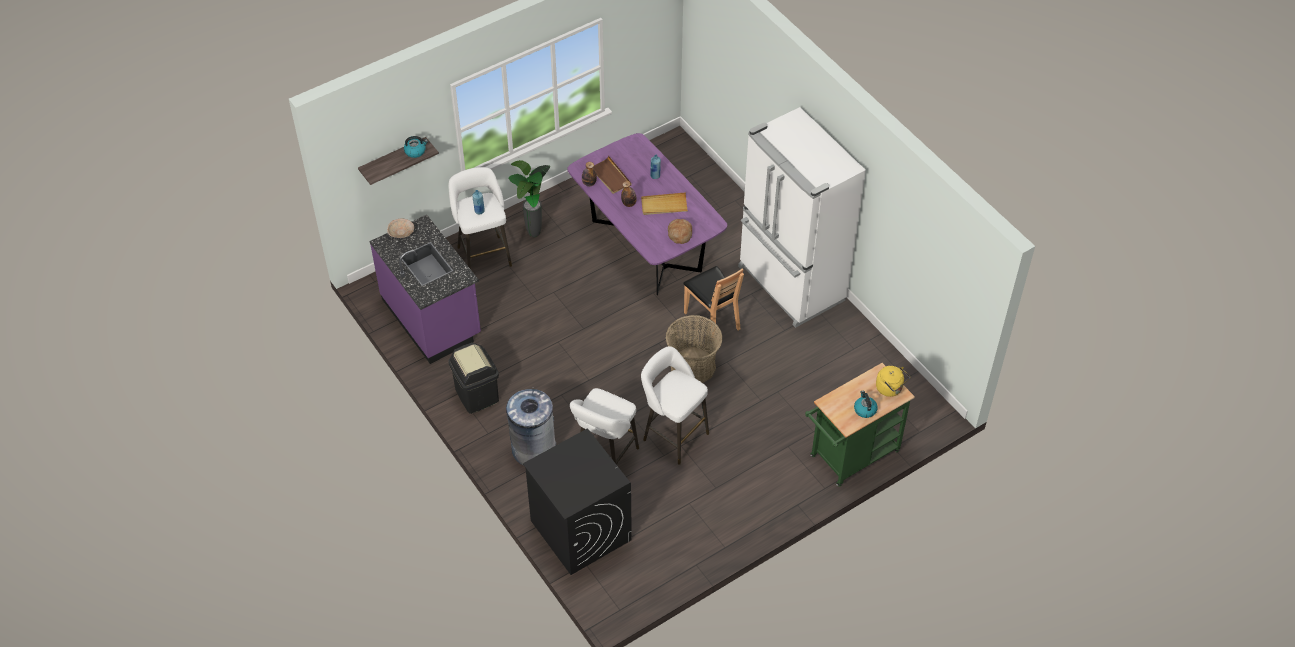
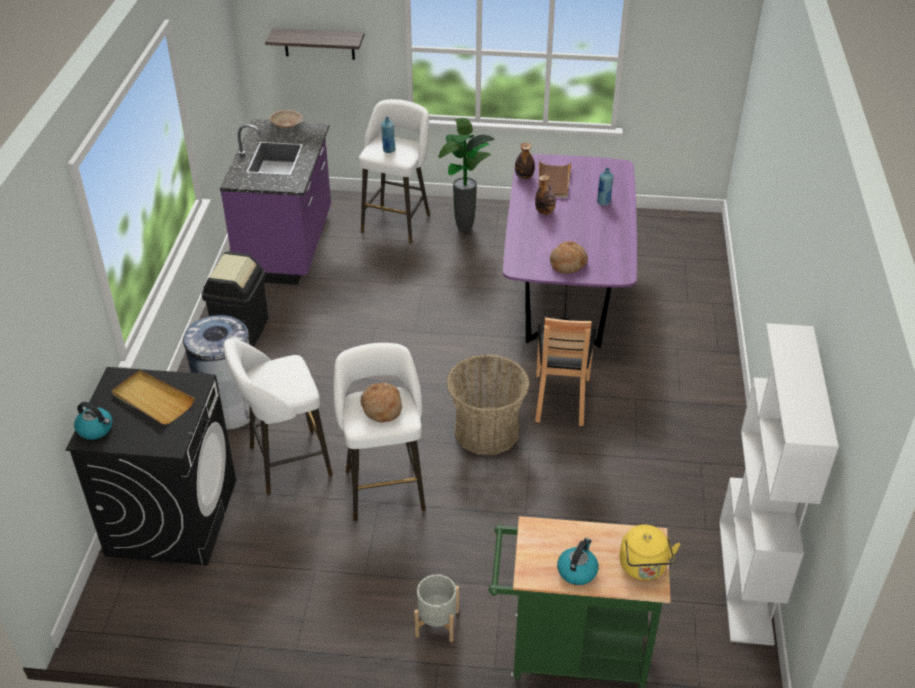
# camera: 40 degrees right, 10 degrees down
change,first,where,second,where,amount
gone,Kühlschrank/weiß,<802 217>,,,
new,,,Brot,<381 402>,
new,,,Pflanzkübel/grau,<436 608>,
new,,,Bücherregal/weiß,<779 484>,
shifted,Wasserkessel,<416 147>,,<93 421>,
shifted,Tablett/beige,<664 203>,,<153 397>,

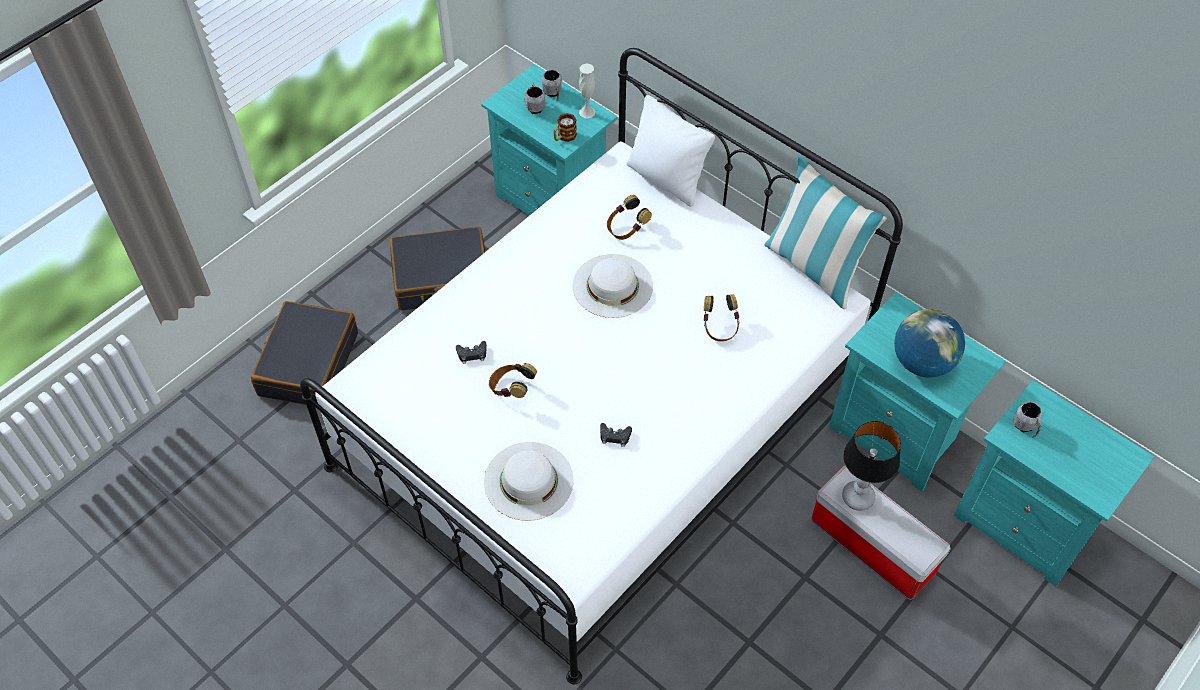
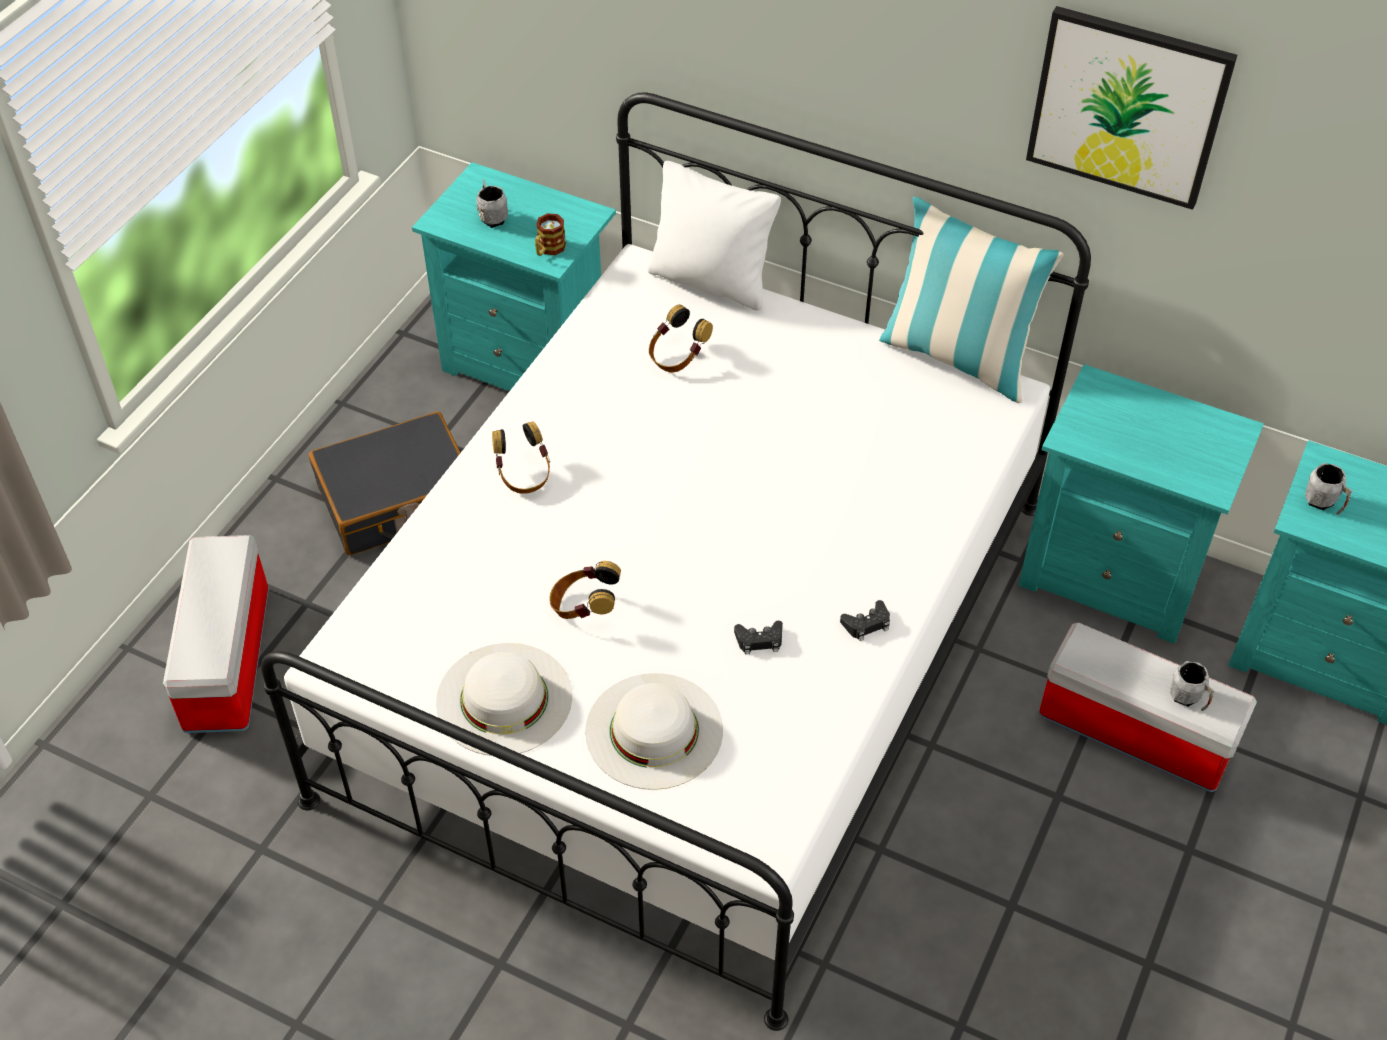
# camera: 15 degrees left, 5 degrees down
change,first,where,second,where,amount
gone,Vase/weiß,<587 90>,,,
gone,Tischlampe,<871 466>,,,
gone,Globus,<929 343>,,,
new,,,Bild,<1131 108>,
shifted,Gamepad/schwarz,<471 352>,,<865 620>,
shifted,Henkelbecher/grau,<552 85>,,<1192 686>,
shifted,Hut/weiß,<613 286>,,<504 699>,
shifted,Kopfhörer,<722 317>,,<521 457>,
swapped,Koffer/schwarz,<304 353>,Aufbewahrungsbox,<216 634>,

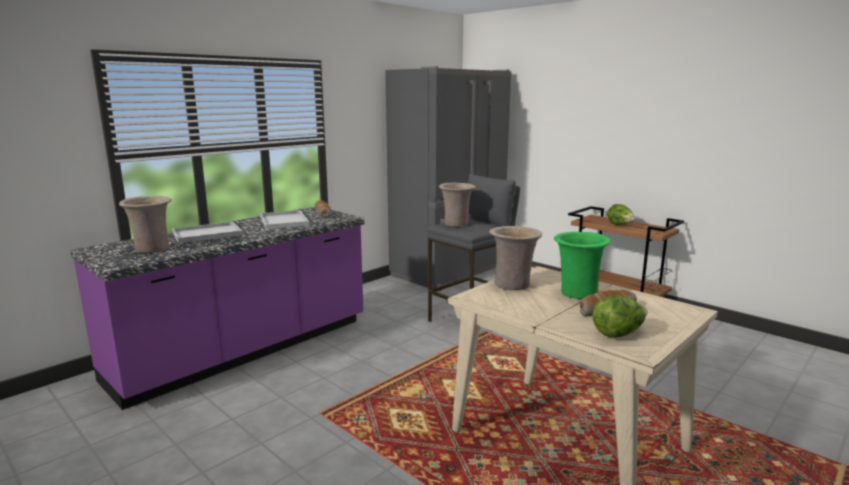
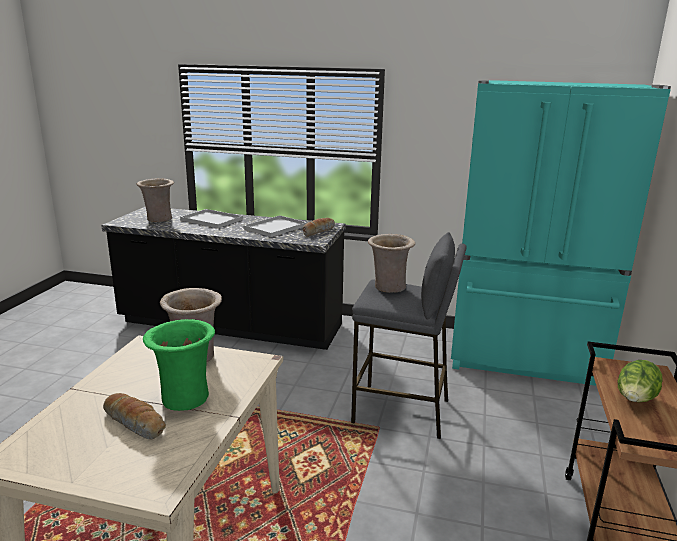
# camera: 60 degrees right, 5 degrees up
change,first,where,second,where,amount
gone,Salatkopf,<619 316>,,,
repainted,Küchenzeile/lila,<217 308>,Küchenzeile/schwarz,<223 278>,
repainted,Kühlschrank/grau,<448 178>,Kühlschrank/türkis,<561 233>,

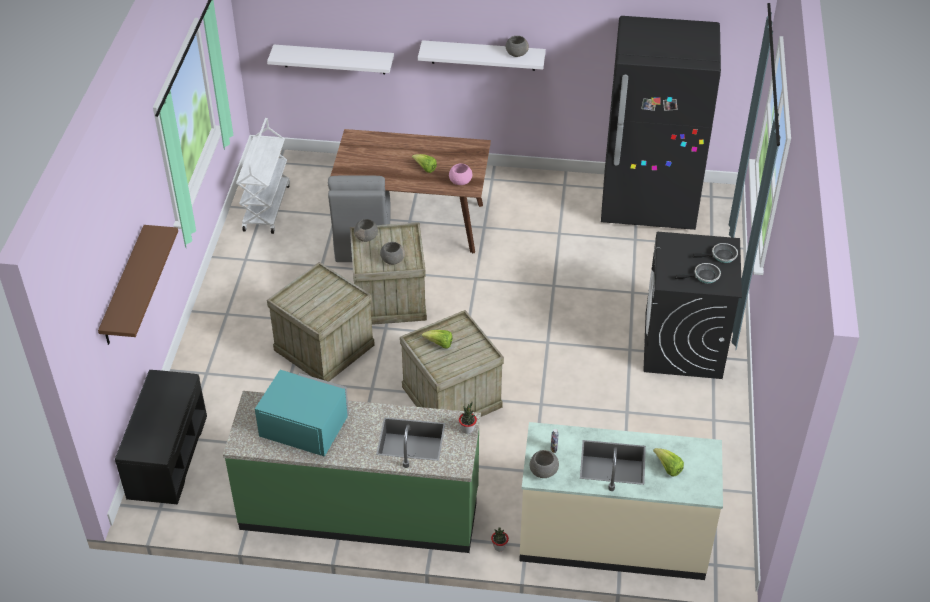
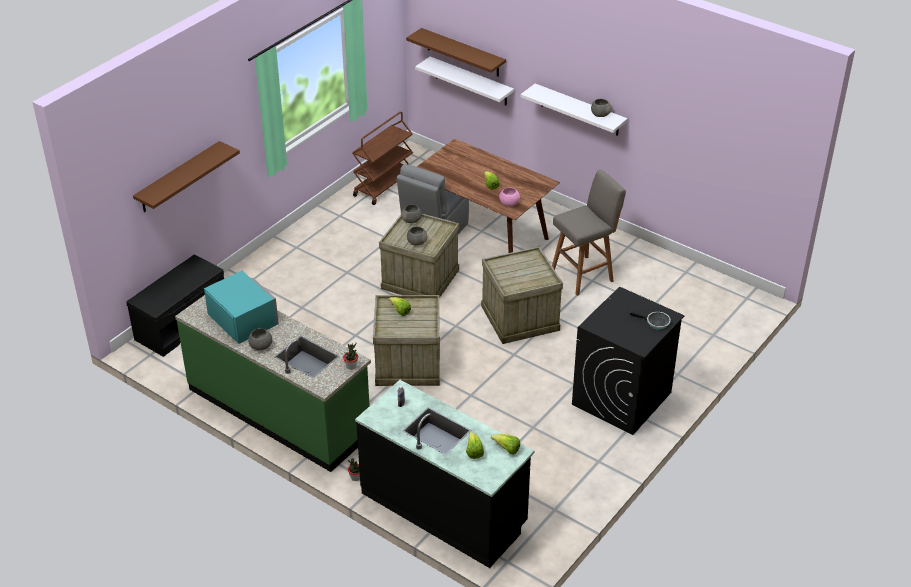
# camera: 30 degrees right, 5 degrees down
change,first,where,second,where,amount
gone,Kühlschrank/schwarz,<661 123>,,,
gone,Pfanne,<698 273>,,,
new,,,Wandregal/braun,<456 52>,
new,,,Salatkopf,<505 444>,
new,,,Hocker/grau,<589 233>,
shifted,Kiste,<321 322>,,<522 295>,
shifted,Schüssel/grau,<544 464>,,<260 339>,
repainted,Rollwagen/weiß,<263 176>,Rollwagen/braun,<382 158>,
repainted,Küchenzeile/beige,<621 501>,Küchenzeile/schwarz,<445 474>,

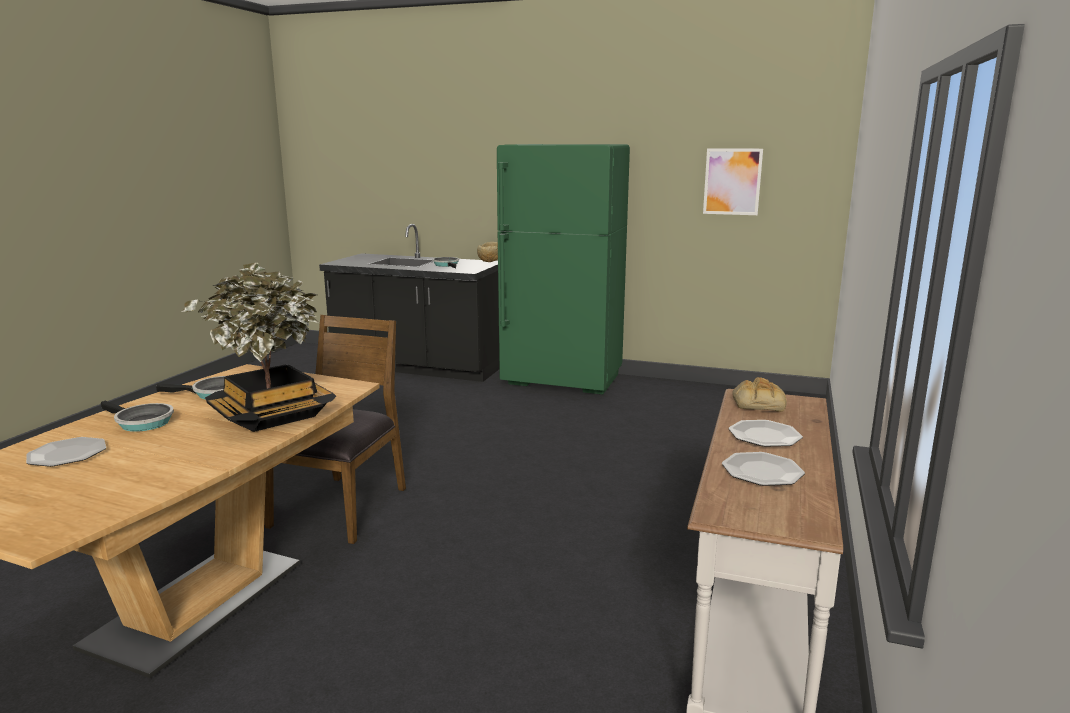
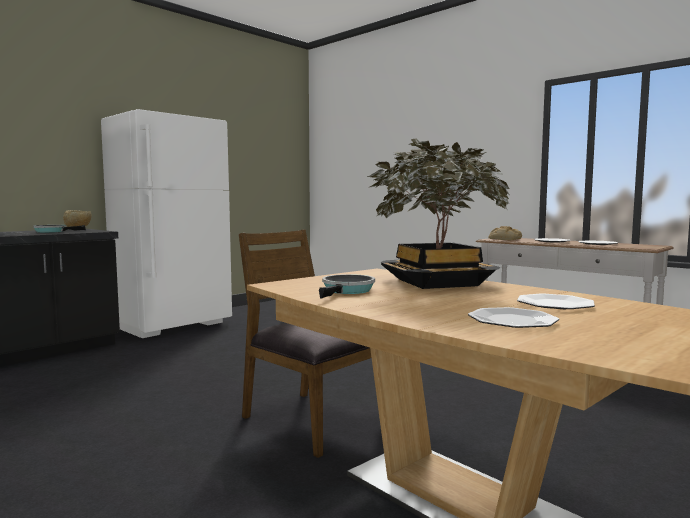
# camera: 65 degrees left, 10 degrees down
change,first,where,second,where,amount
gone,Pfanne,<137 416>,,,
gone,Bild,<733 181>,,,
new,,,Teller,<556 301>,
repainted,Kühlschrank/grün,<563 269>,Kühlschrank/weiß,<166 223>,

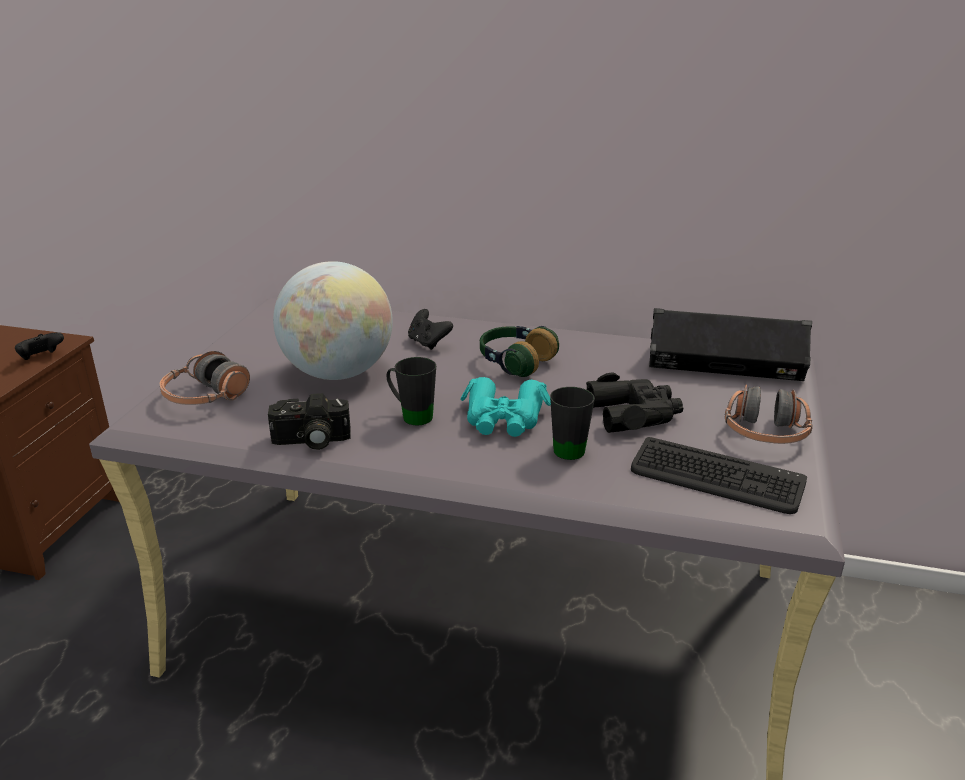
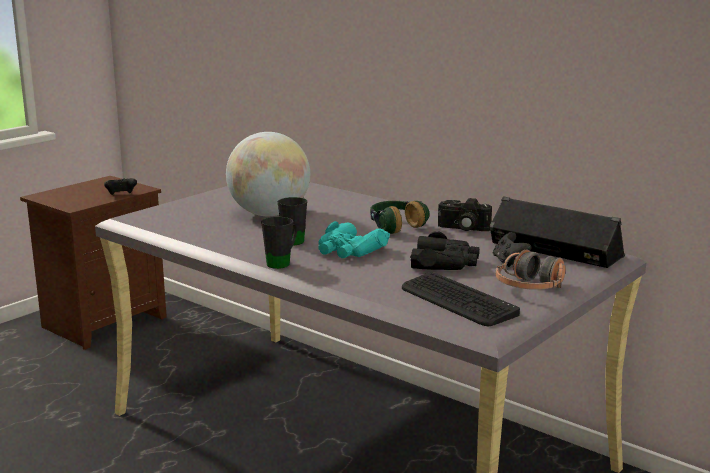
# camera: 25 degrees right, 10 degrees down
change,first,where,second,where,amount
gone,Kopfhörer,<205 378>,,,
shifted,Kamera,<309 421>,,<465 214>,
shifted,Gamepad/schwarz,<430 329>,,<512 249>,
shifted,Henkelbecher/schwarz,<572 423>,,<279 243>,

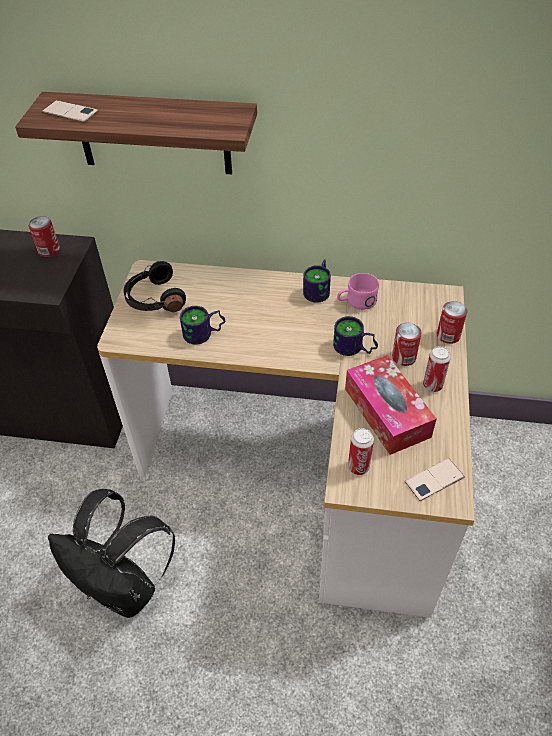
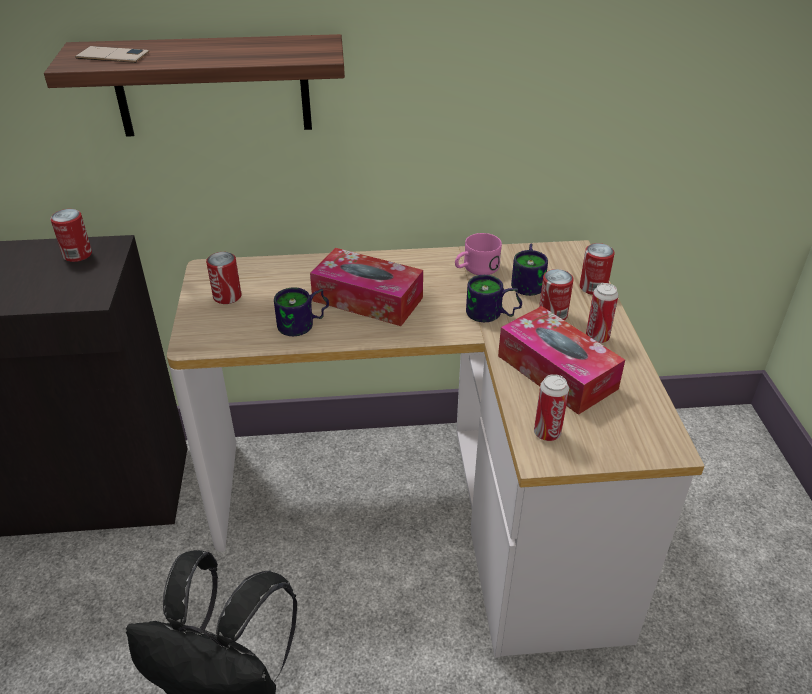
# camera: 15 degrees left, 10 degrees down
change,first,where,second,where,amount
gone,Handy,<435 479>,,,
new,,,Taschentuchbox,<366 287>,
shifted,Henkelbecher,<317 281>,,<529 269>,
swapped,Kopfhörer/schwarz,<154 286>,Dose,<223 278>,

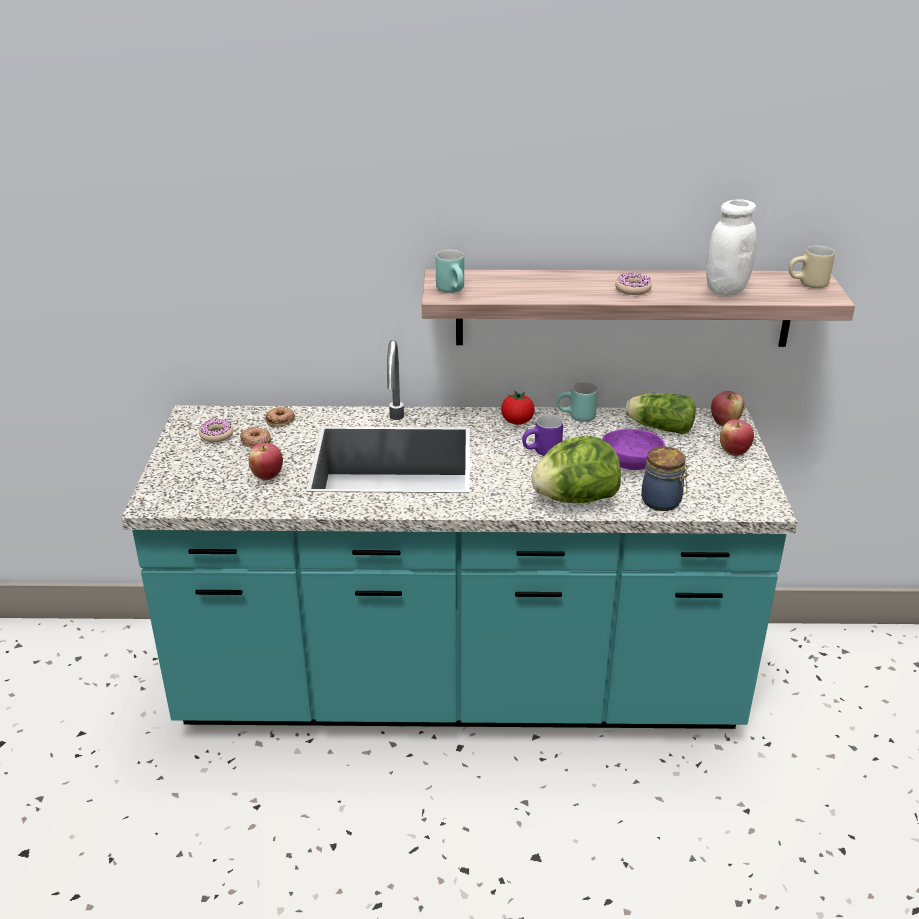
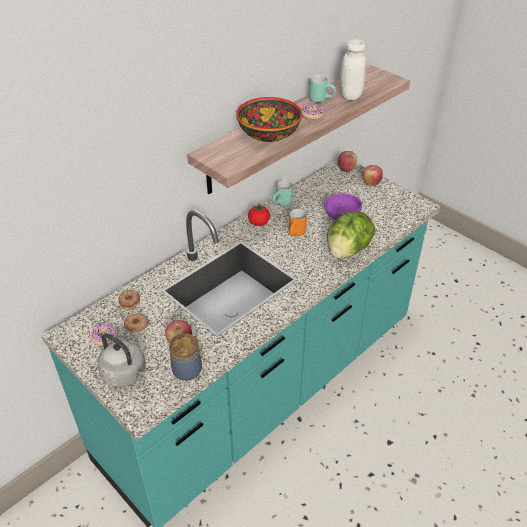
# camera: 45 degrees left, 10 degrees up
change,first,where,second,where,amount
gone,Salatkopf,<660 413>,,,
gone,Henkelbecher/beige,<811 267>,,,
new,,,Wasserkessel/grau,<122 360>,
new,,,Schüssel,<269 119>,
shifted,Henkelbecher/türkis,<450 271>,,<322 89>,
shifted,Vorratsglas,<665 478>,,<187 357>,
repainted,Henkelbecher/lila,<542 435>,Henkelbecher/orange,<298 223>,

